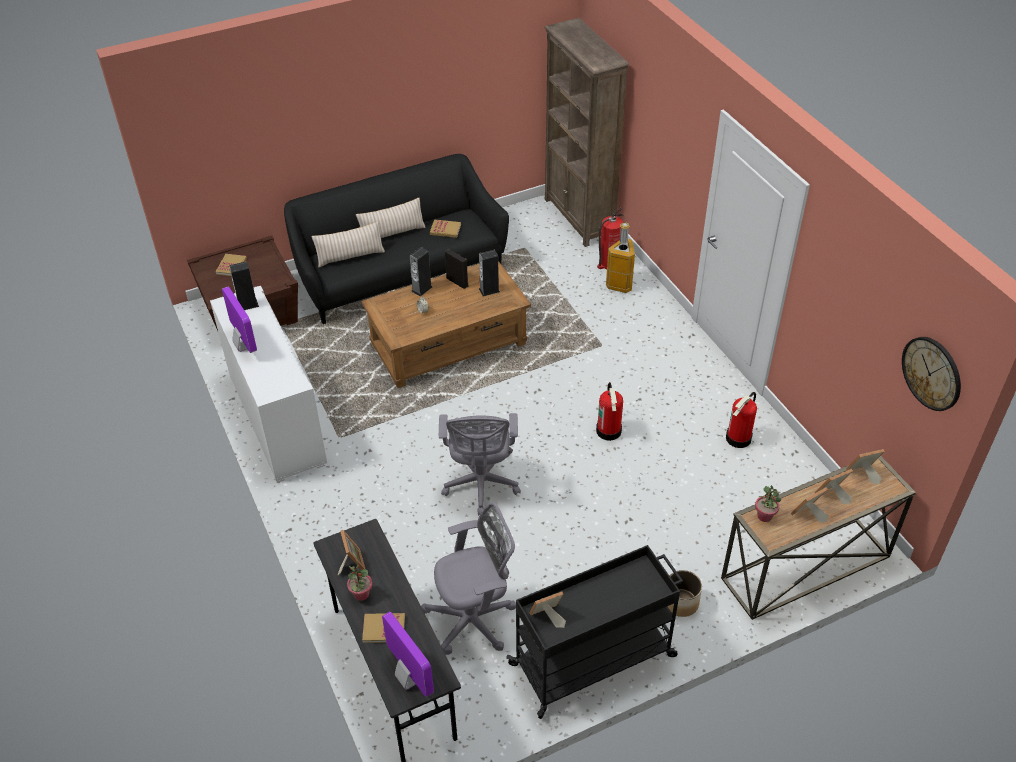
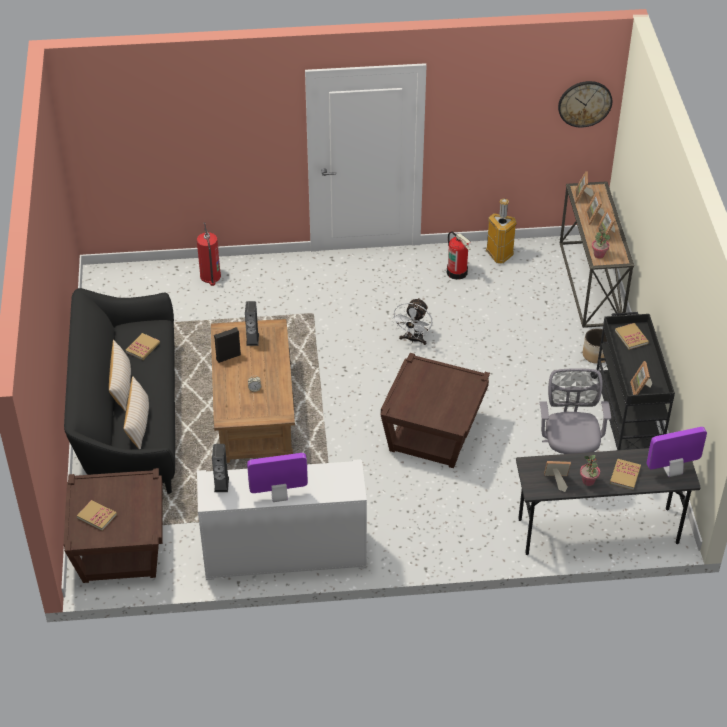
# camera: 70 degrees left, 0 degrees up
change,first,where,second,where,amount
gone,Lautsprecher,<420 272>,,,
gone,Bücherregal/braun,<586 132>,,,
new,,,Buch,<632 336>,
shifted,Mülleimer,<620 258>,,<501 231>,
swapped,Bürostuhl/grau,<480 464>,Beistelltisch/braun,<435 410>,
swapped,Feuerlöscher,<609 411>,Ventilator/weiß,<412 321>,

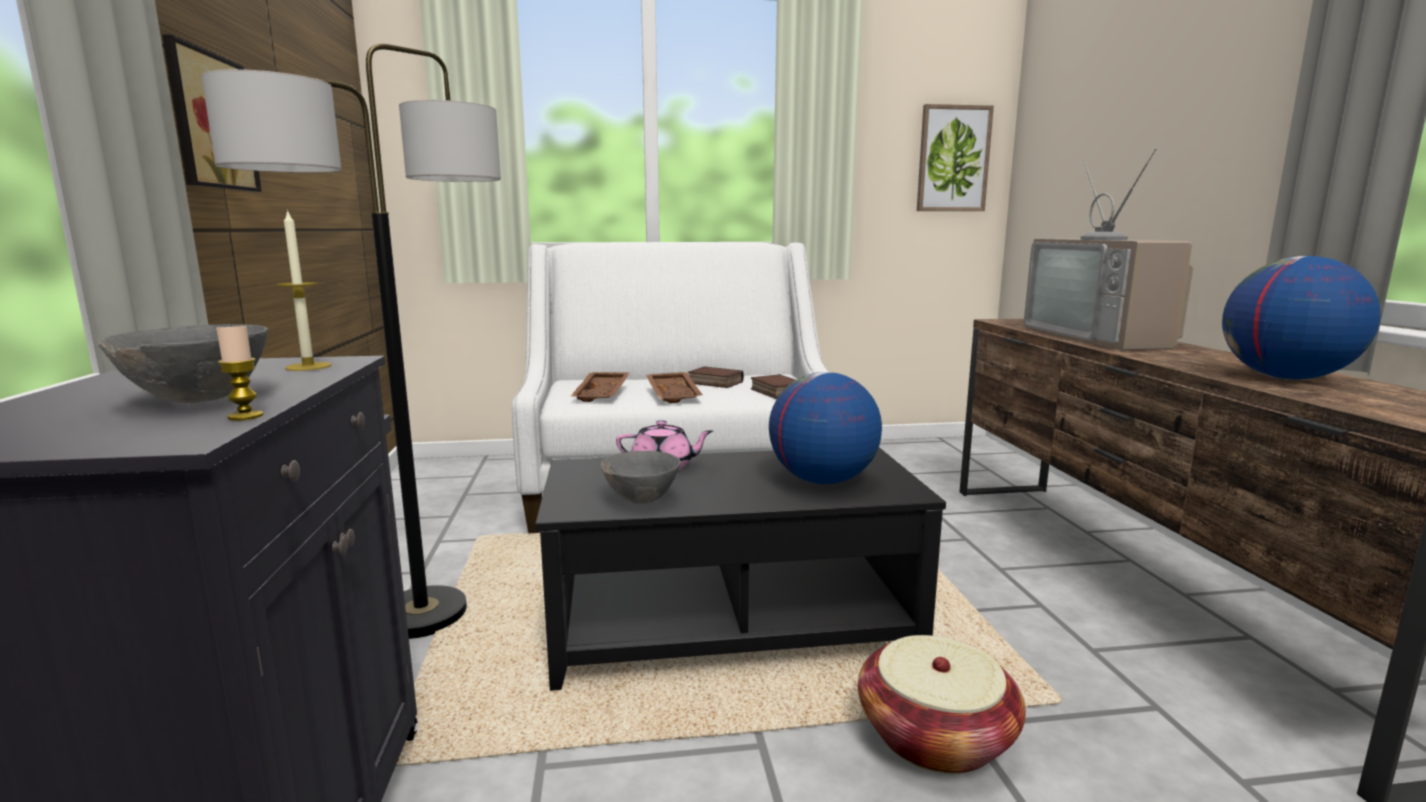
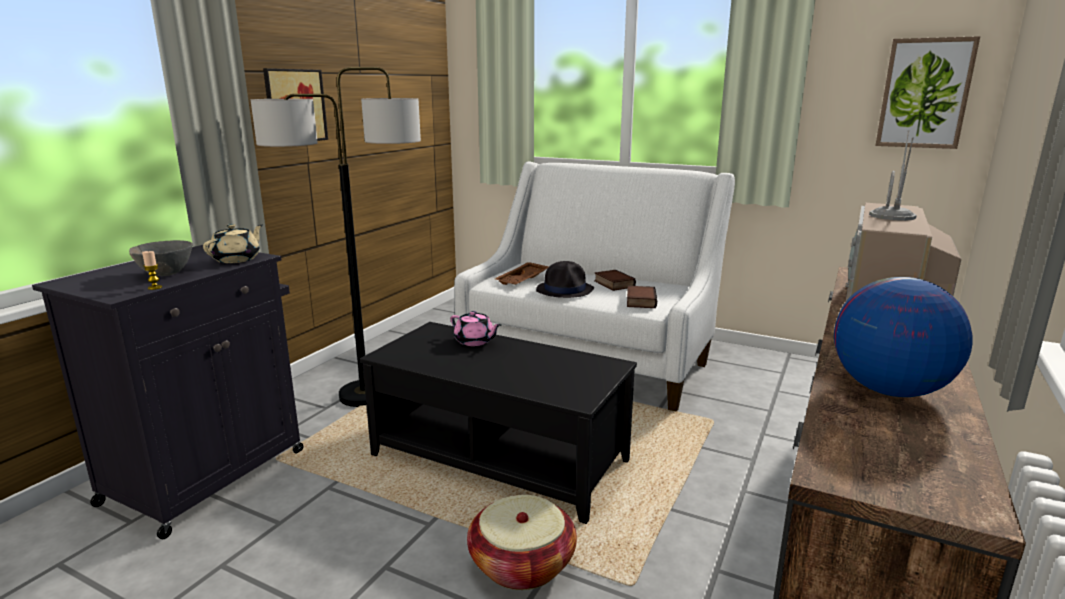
# camera: 35 degrees right, 5 degrees up
change,first,where,second,where,amount
gone,Schüssel/grau,<640 477>,,,
gone,Globus,<825 428>,,,
swapped,Kerze,<304 290>,Teekanne/beige,<232 243>,
swapped,Tablett/braun,<674 387>,Hut/schwarz,<565 279>,

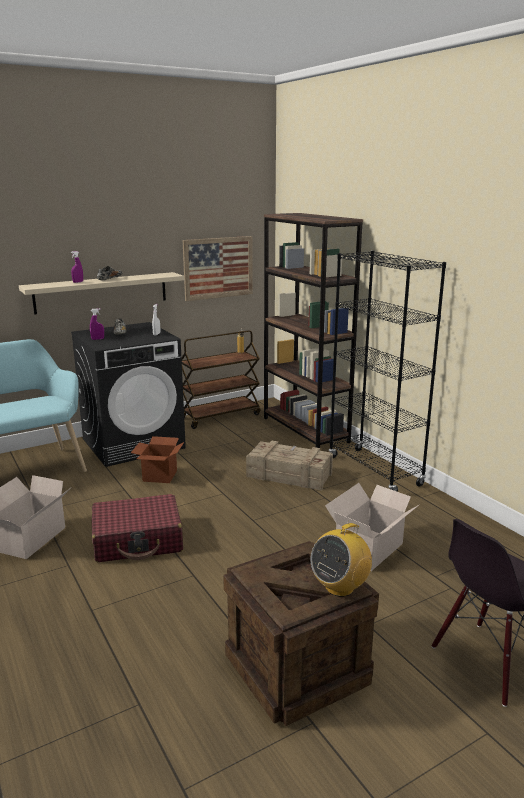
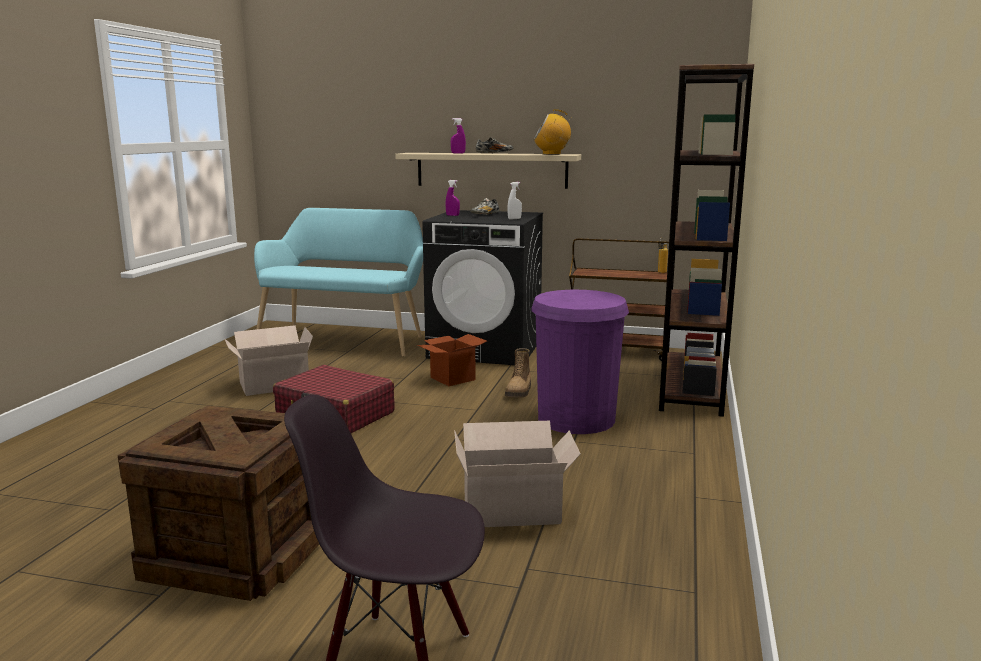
# camera: 45 degrees right, 5 degrees down
change,first,where,second,where,amount
gone,Bild,<218 268>,,,
gone,Bücherregal/schwarz,<387 371>,,,
new,,,Stiefel,<518 372>,
shifted,Radio,<341 560>,,<552 132>,
swapped,Kiste,<289 466>,Mülleimer/lila,<580 362>,

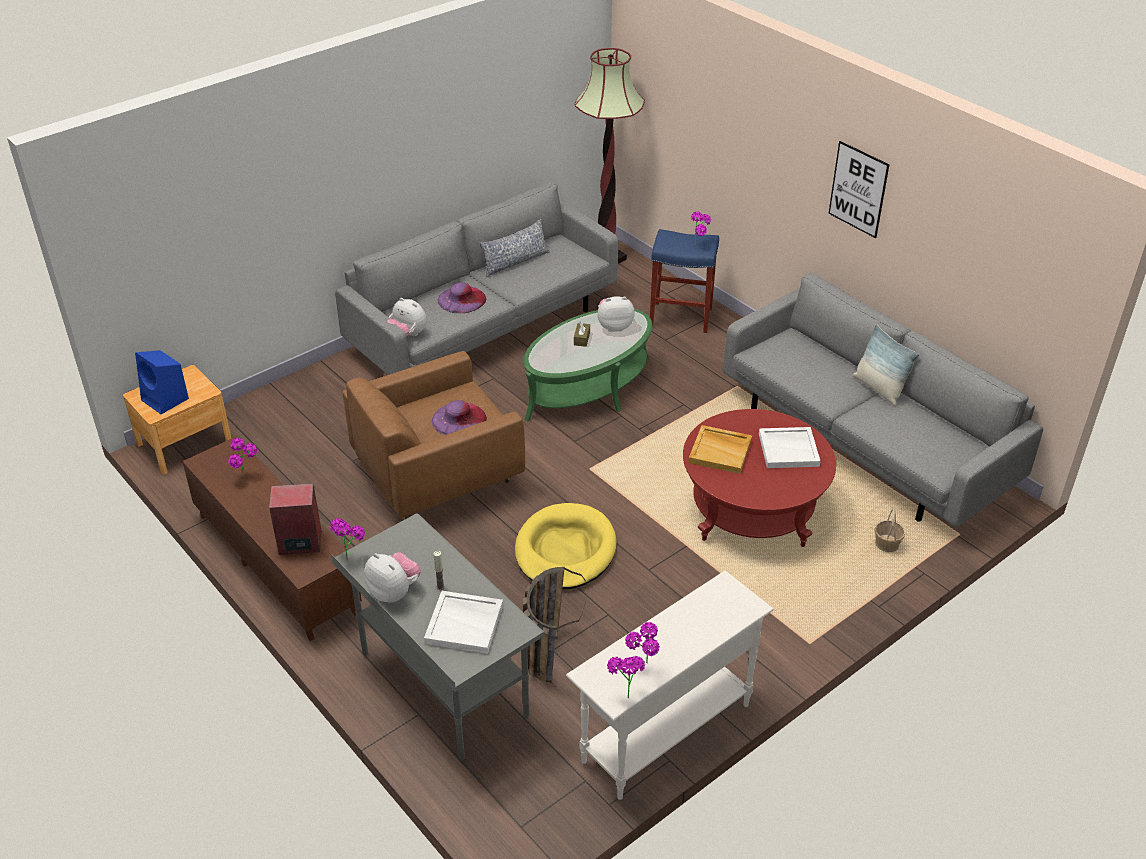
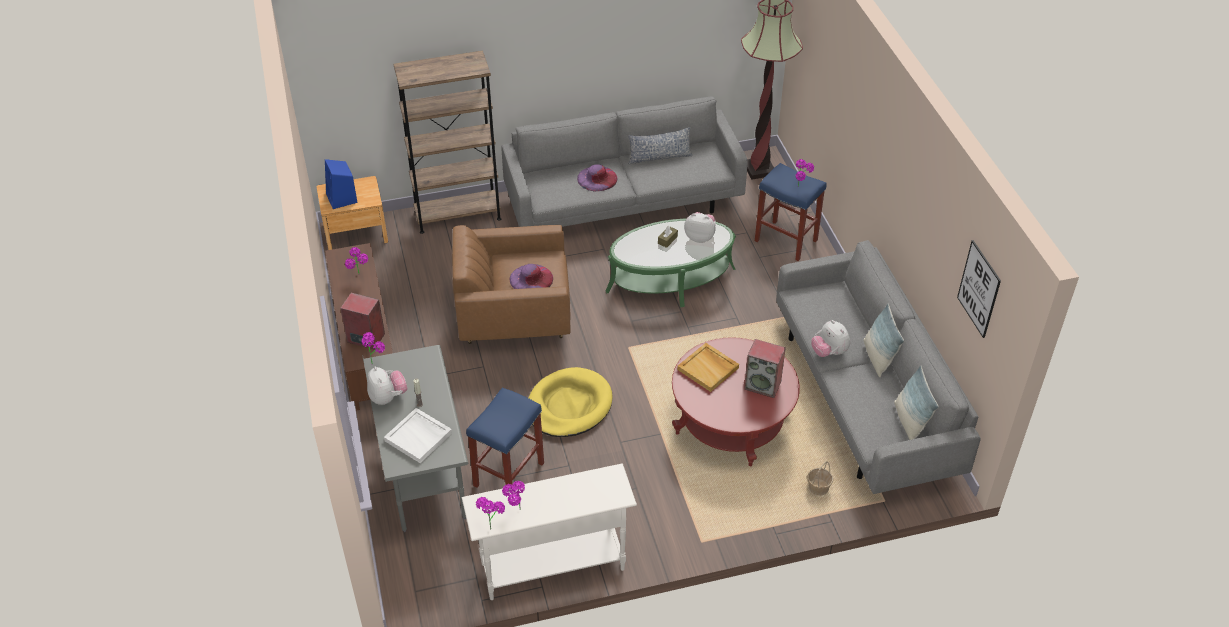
# camera: 25 degrees right, 5 degrees up
change,first,where,second,where,amount
new,,,Bücherregal/braun,<447 142>,
new,,,Kissen,<916 403>,
shifted,Plüschtier,<407 317>,,<830 338>,
shifted,Bild,<859 189>,,<979 289>,
swapped,Korb,<555 625>,Hocker/blau,<505 437>,
swapped,Tablett/weiß,<790 447>,Lautsprecher,<765 368>,

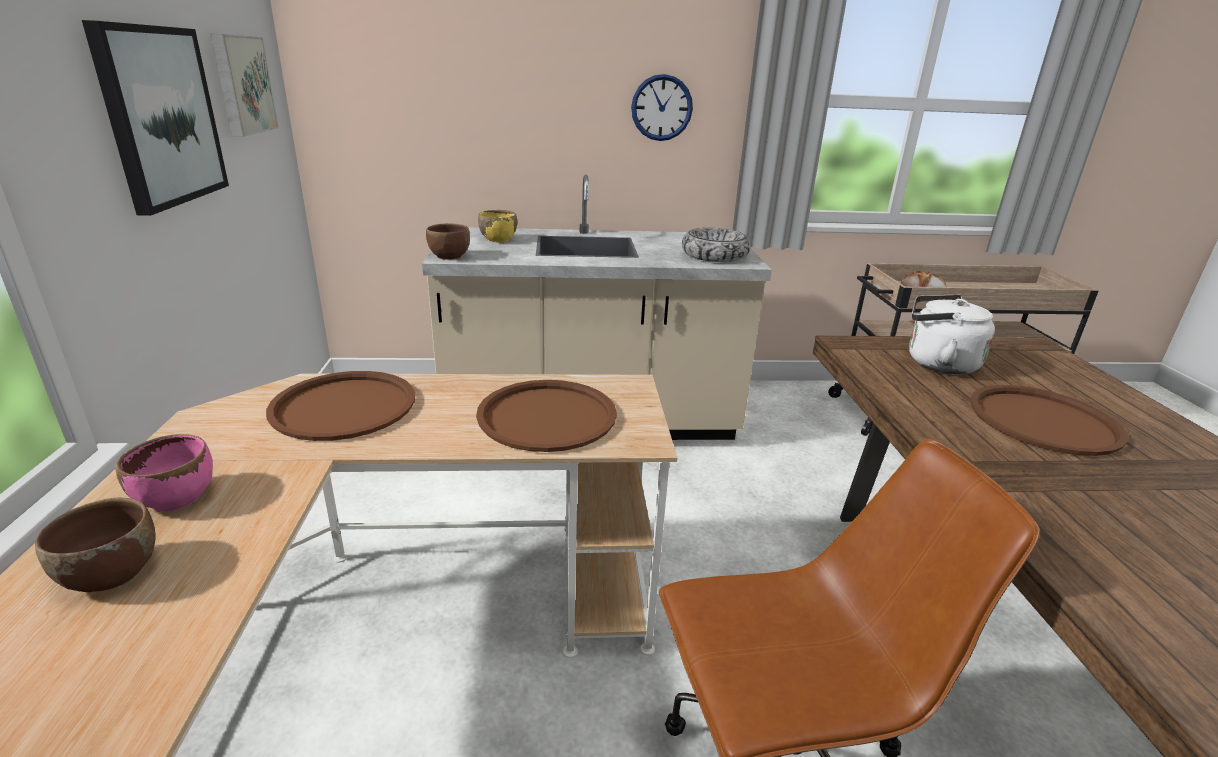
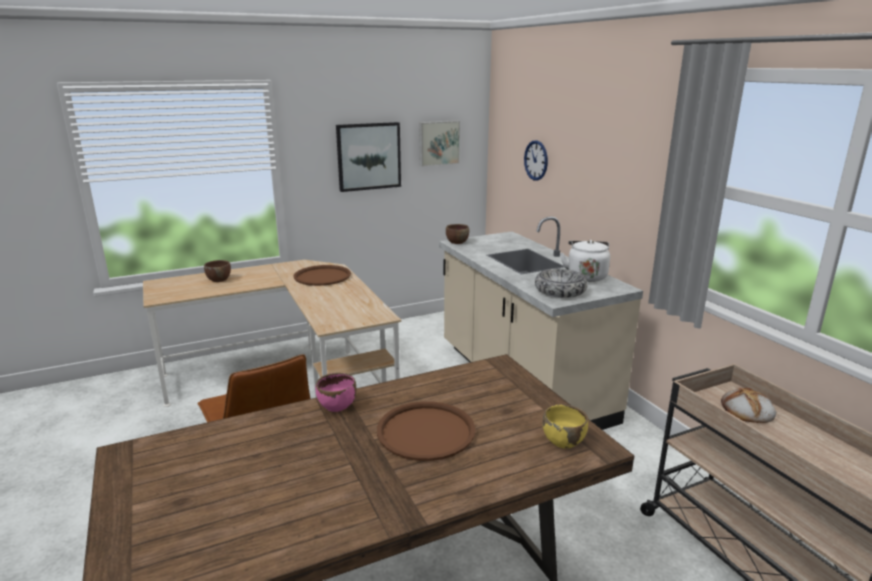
# camera: 70 degrees right, 5 degrees down
change,first,where,second,where,amount
gone,Tablett/braun,<546 416>,,,
shifted,Schüssel/rosa,<164 472>,,<335 392>,
shifted,Schüssel/gelb,<497 226>,,<565 426>,
shifted,Wanduhr,<662 107>,,<536 160>,
shifted,Wasserkessel/weiß,<952 334>,,<585 261>,

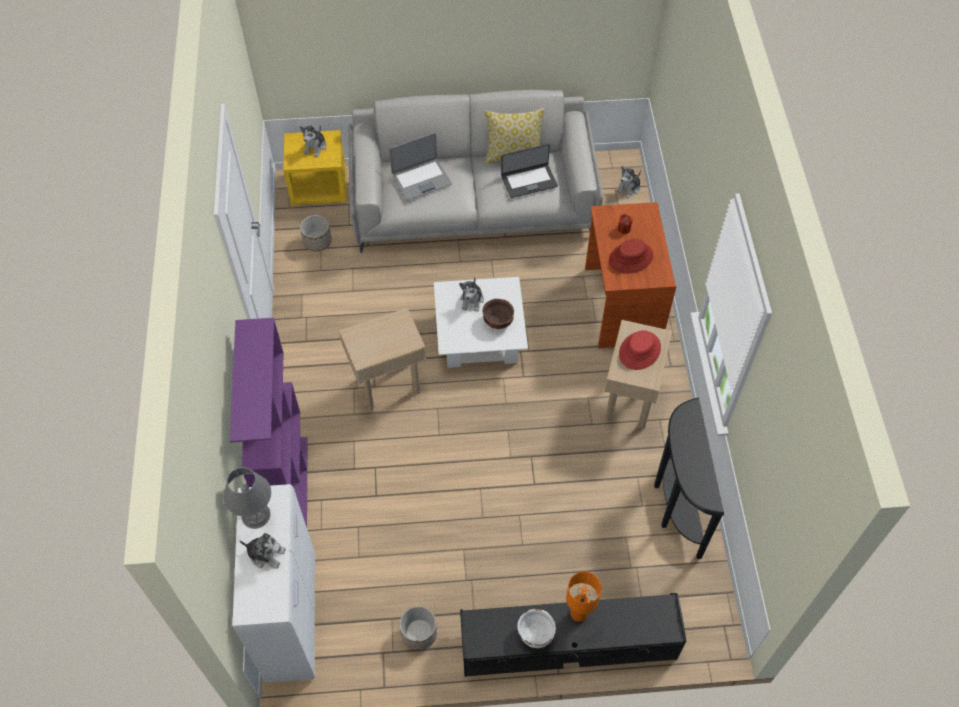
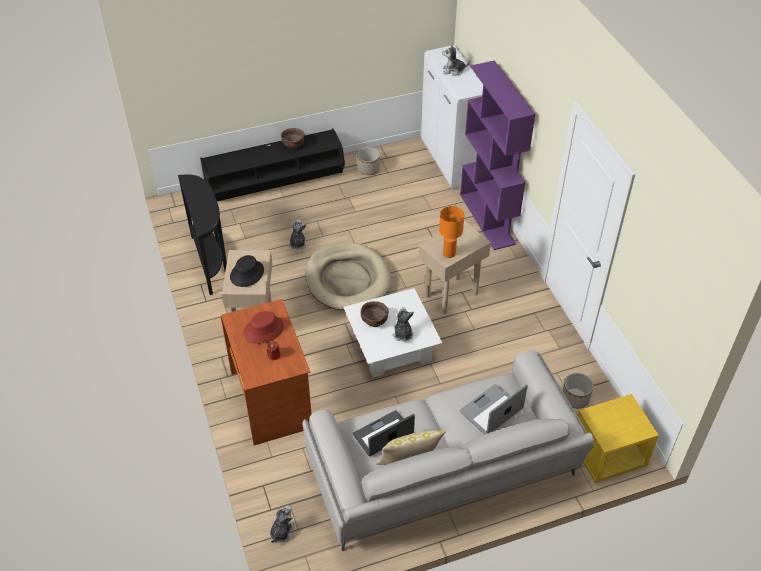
# camera: 165 degrees right, 10 degrees down
change,first,where,second,where,amount
gone,Tischlampe/grau,<247 498>,,,
new,,,Hundebett/beige,<348 276>,
shifted,Plüschtier,<313 141>,,<298 235>,
shifted,Tischlampe/orange,<584 597>,,<451 232>,
repainted,Schüssel/weiß,<536 628>,Schüssel/braun,<293 138>,
repainted,Hut/rot,<640 350>,Hut/schwarz,<247 271>,

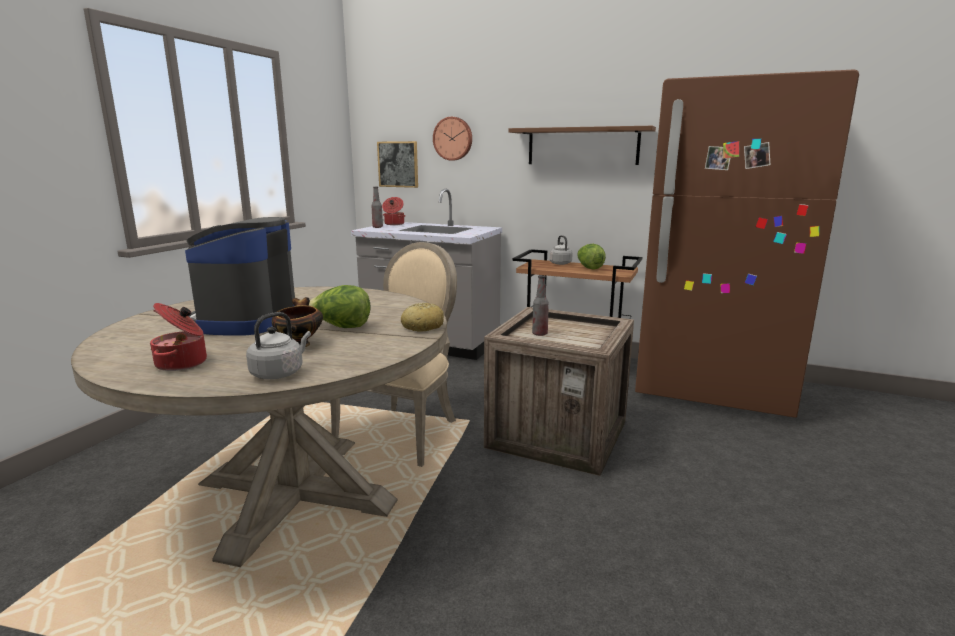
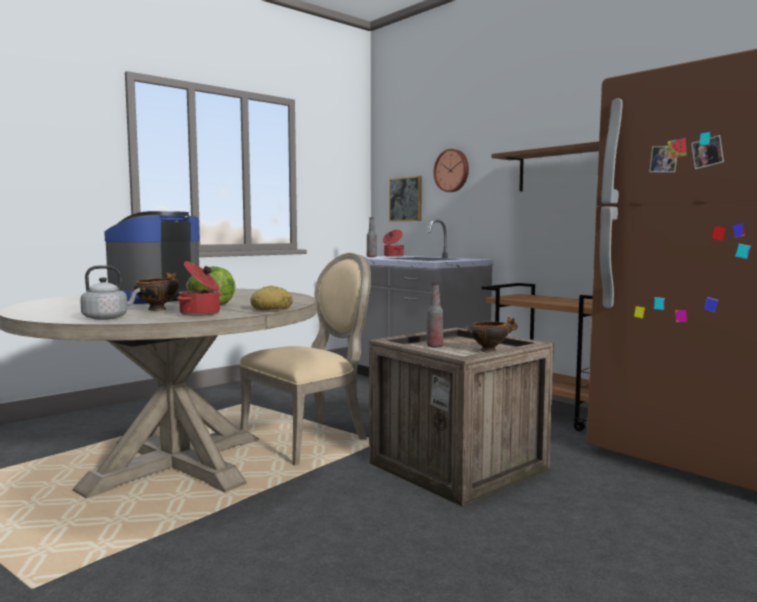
# camera: 25 degrees right, 10 degrees down
change,first,where,second,where,amount
gone,Wasserkessel/grau,<561 250>,,,
gone,Salatkopf,<591 257>,,,
new,,,Schüssel,<492 334>,
shifted,Kochtopf,<178 337>,,<199 288>,

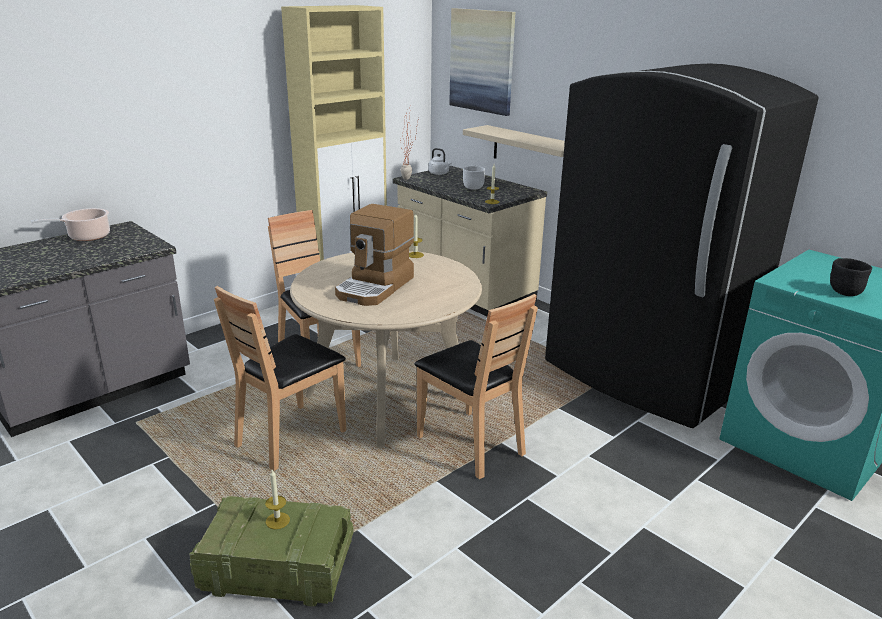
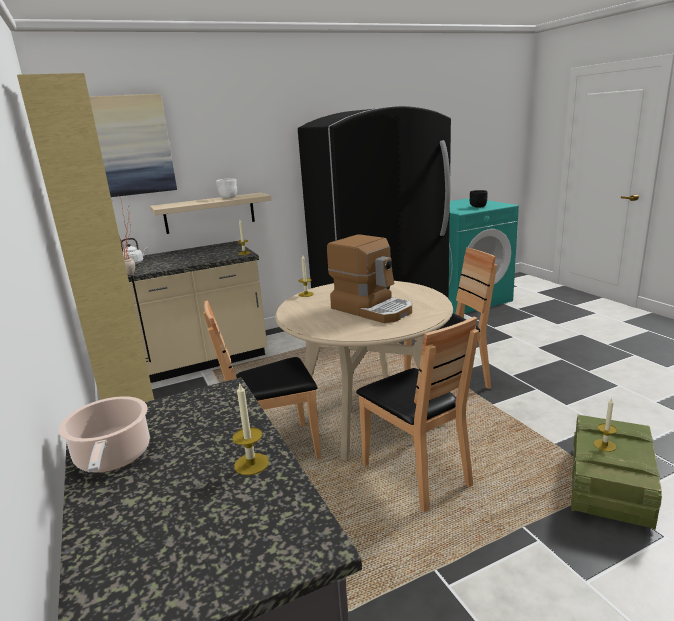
# camera: 70 degrees left, 5 degrees down
change,first,where,second,where,amount
new,,,Kerze,<251 429>,
shifted,Schüssel/weiß,<474 178>,,<226 189>,

